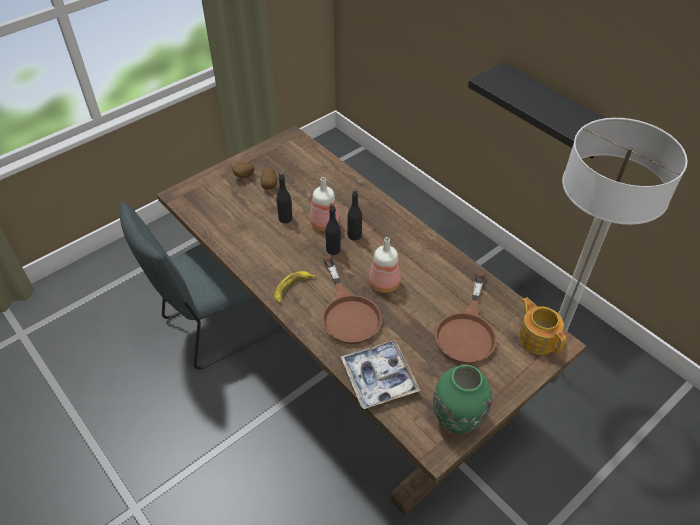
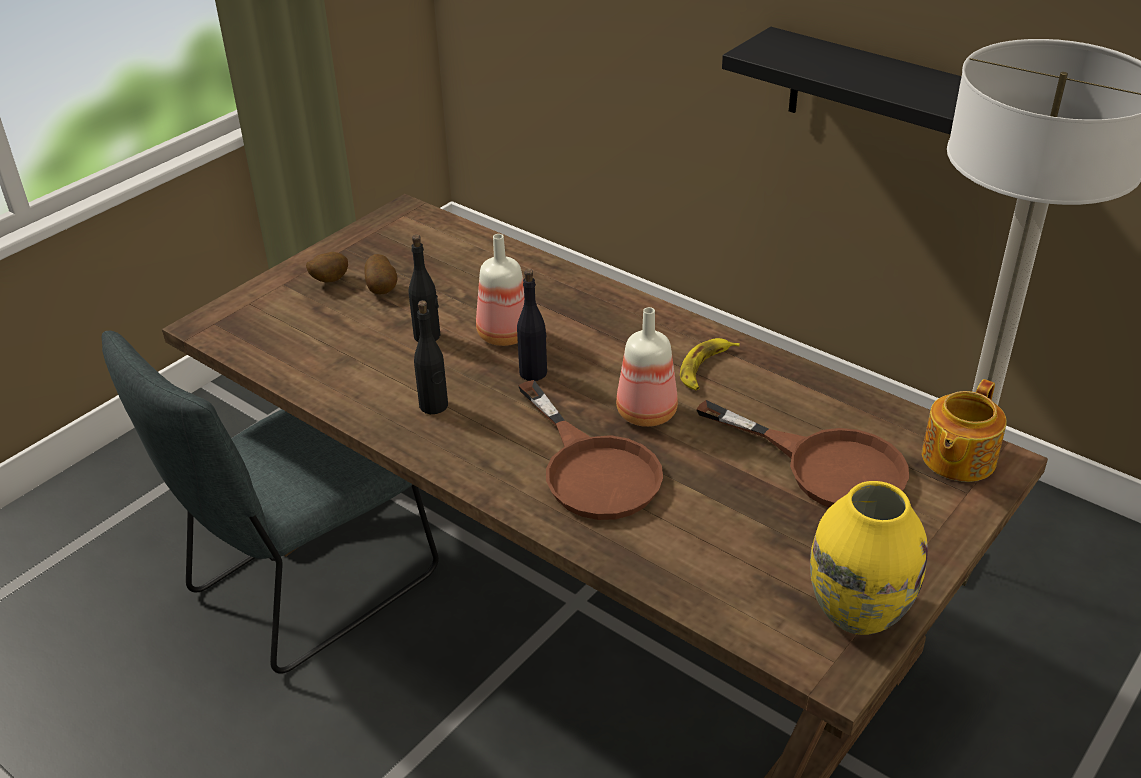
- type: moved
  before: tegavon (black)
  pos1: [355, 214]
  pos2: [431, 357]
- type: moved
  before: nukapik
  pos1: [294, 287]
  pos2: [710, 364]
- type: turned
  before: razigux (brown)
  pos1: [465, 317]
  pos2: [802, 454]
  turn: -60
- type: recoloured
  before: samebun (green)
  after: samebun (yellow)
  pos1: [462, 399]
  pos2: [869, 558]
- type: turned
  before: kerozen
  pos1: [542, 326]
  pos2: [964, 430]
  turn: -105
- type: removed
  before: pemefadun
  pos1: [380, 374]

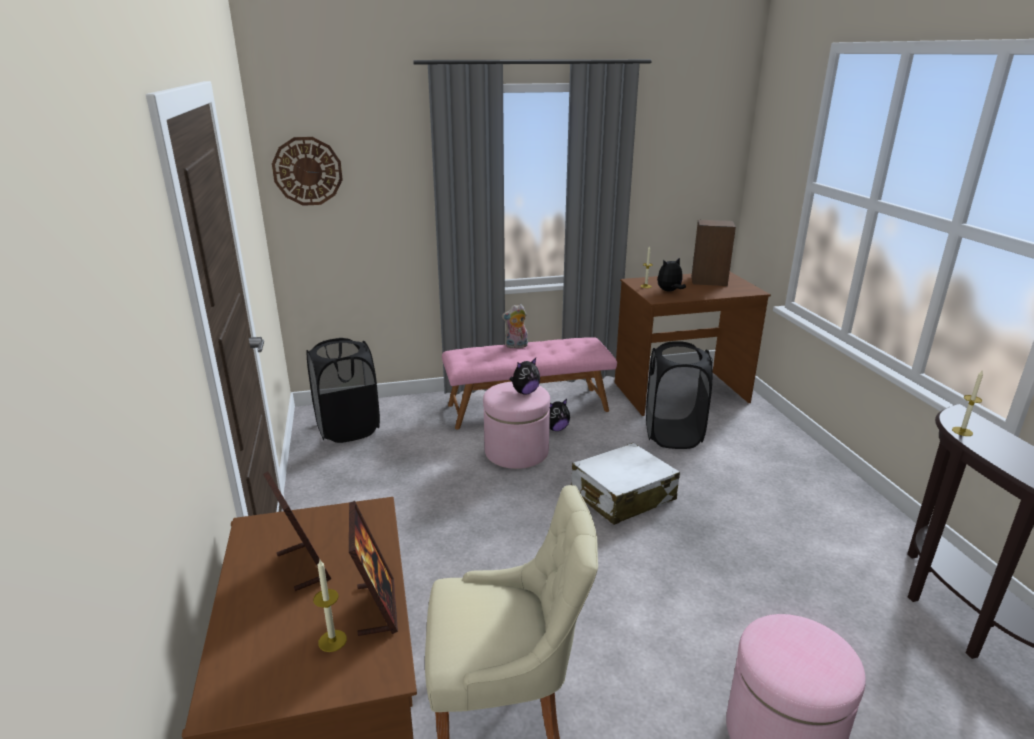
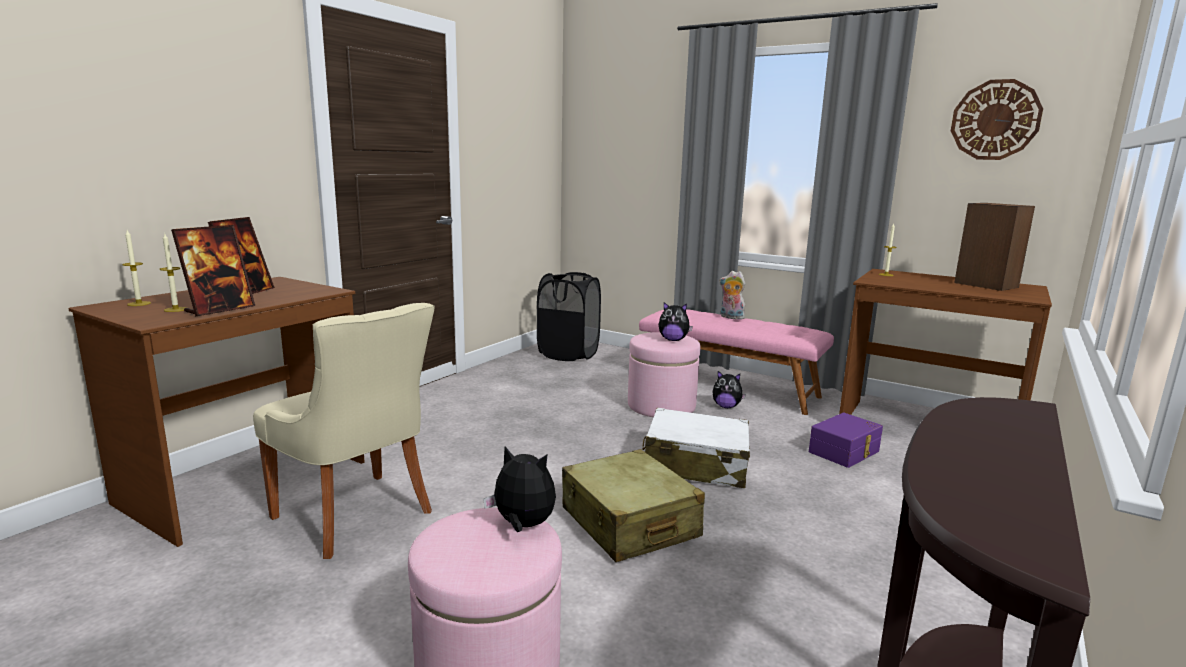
- type: moved
  before: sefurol
  pos1: [967, 403]
  pos2: [136, 268]
- type: moved
  before: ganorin
  pos1: [671, 274]
  pos2: [519, 489]
- type: added
  after: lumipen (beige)
  pos2: [633, 505]
- type: replaced
  before: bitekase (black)
  after: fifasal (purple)
  pos1: [679, 395]
  pos2: [846, 440]
- type: moved
  before: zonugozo
  pos1: [307, 171]
  pos2: [997, 119]

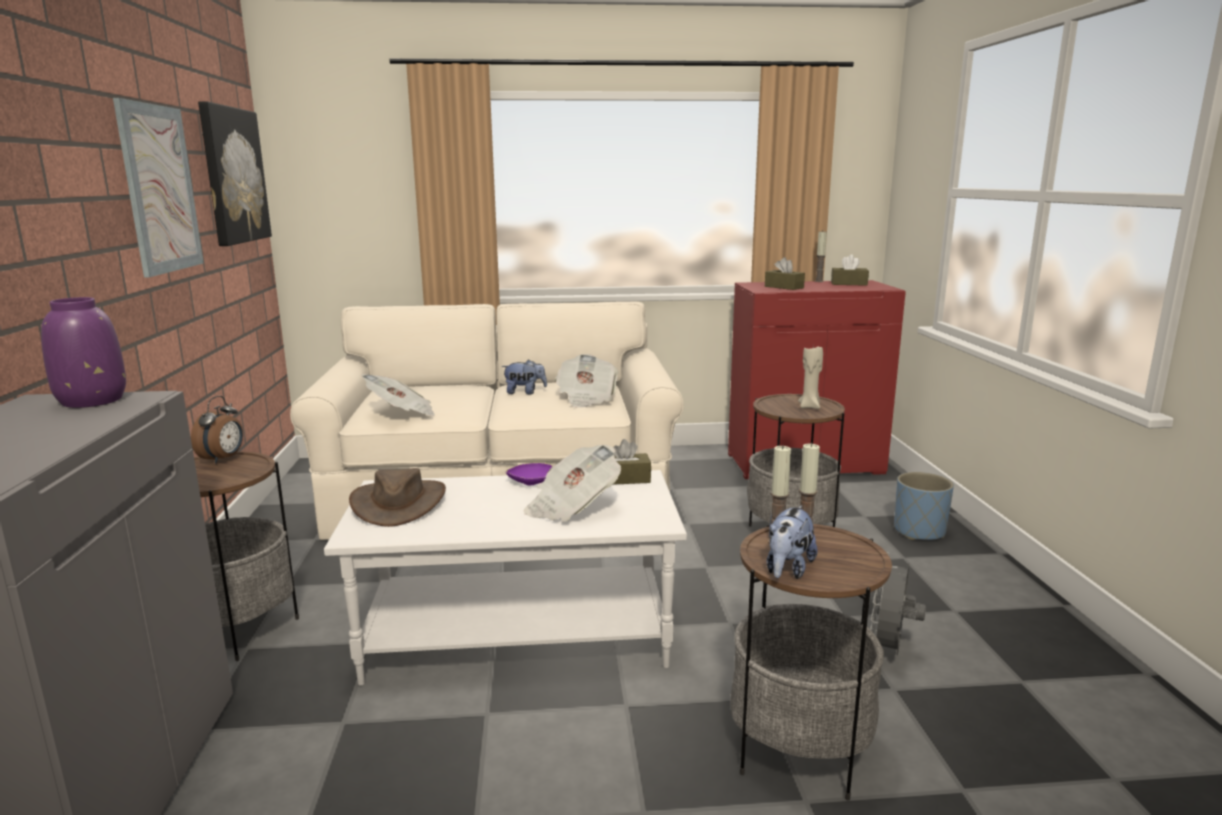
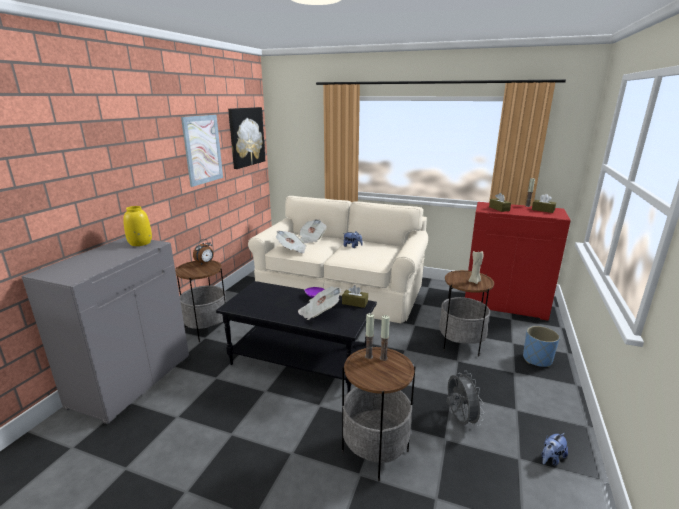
- type: recoloured
  before: samebun (purple)
  after: samebun (yellow)
  pos1: [83, 352]
  pos2: [137, 226]
- type: recoloured
  before: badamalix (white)
  after: badamalix (black)
  pos1: [505, 578]
  pos2: [296, 337]
- type: moved
  before: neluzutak
  pos1: [586, 380]
  pos2: [313, 231]
- type: turned
  before: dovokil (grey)
  pos1: [898, 603]
  pos2: [465, 398]
  turn: 120
- type: moved
  before: ganorin
  pos1: [792, 542]
  pos2: [555, 449]
- type: removed
  before: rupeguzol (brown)
  pos1: [397, 497]

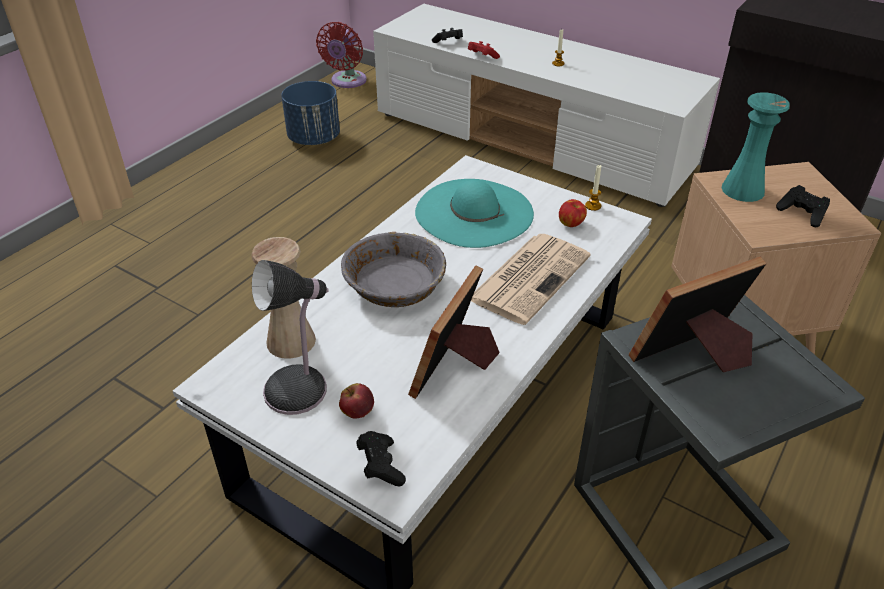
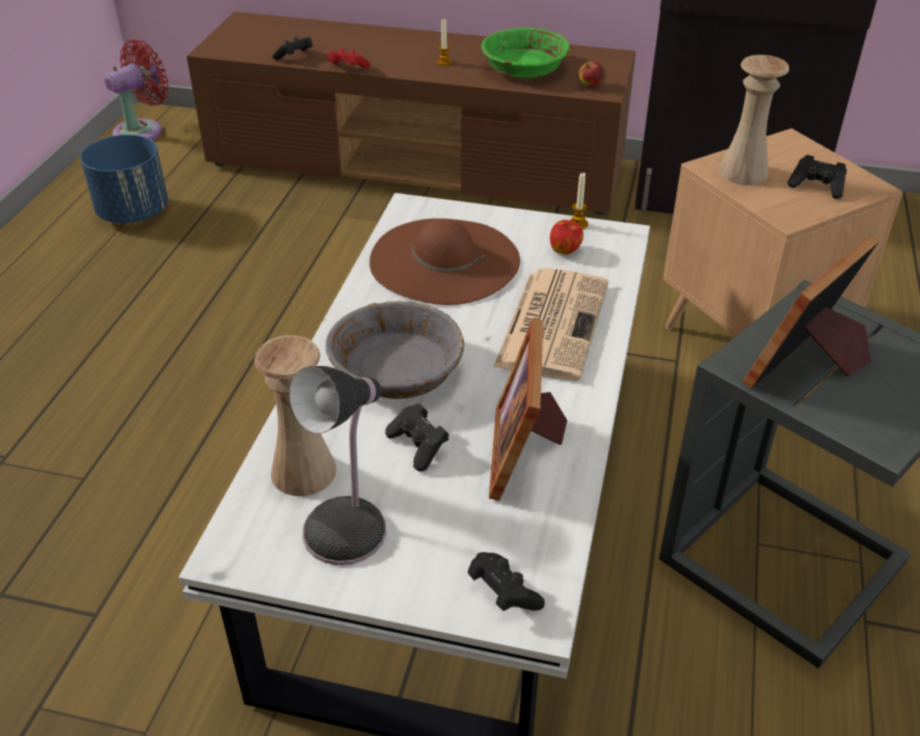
- type: turned
  before: dovokil (red)
  pos1: [341, 55]
  pos2: [136, 89]
  turn: -135
- type: recoloured
  before: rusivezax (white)
  after: rusivezax (brown)
  pos1: [546, 105]
  pos2: [411, 113]
- type: recoloured
  before: rupeguzol (turquoise)
  after: rupeguzol (brown)
  pos1: [474, 213]
  pos2: [444, 261]
- type: added
  after: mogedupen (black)
  pos2: [417, 437]
- type: added
  after: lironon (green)
  pos2: [525, 53]
- type: moved
  before: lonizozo
  pos1: [356, 400]
  pos2: [591, 74]
- type: recoloured
  before: samebun (turquoise)
  after: samebun (beige)
  pos1: [756, 147]
  pos2: [753, 120]

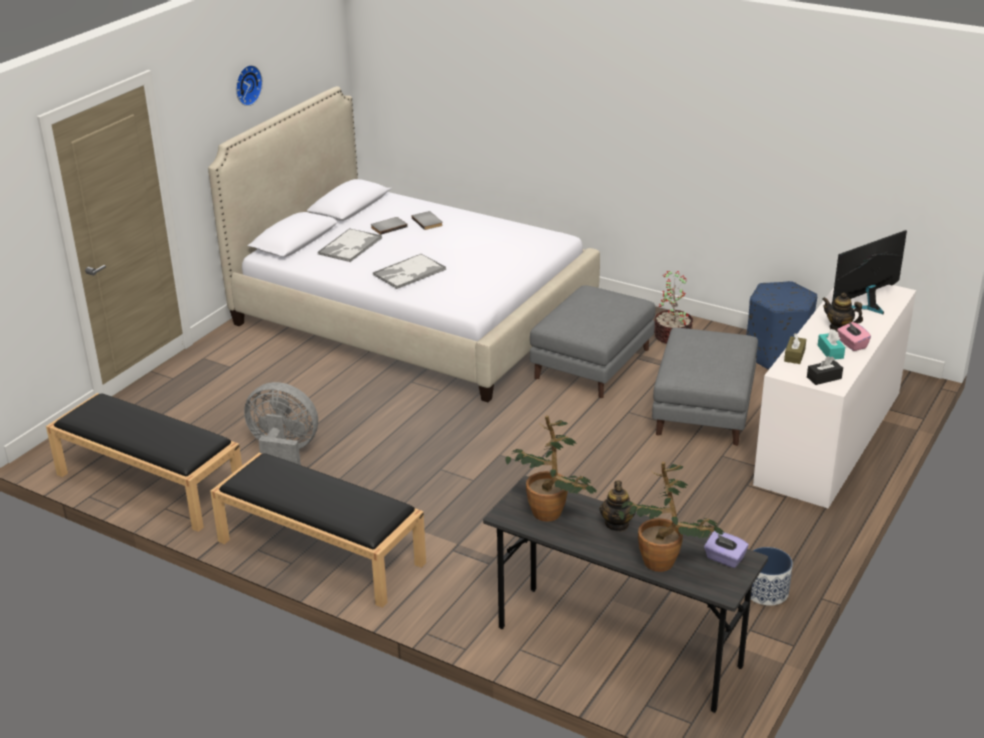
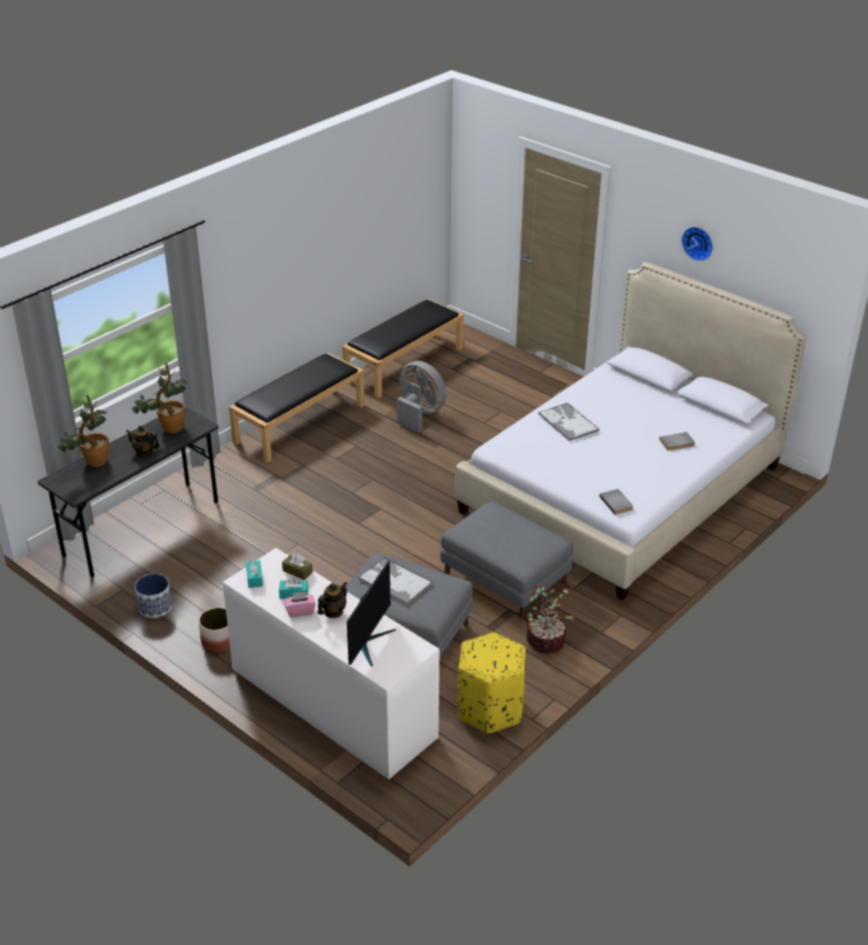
- type: added
  after: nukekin
  pos2: [214, 629]
- type: recoloured
  before: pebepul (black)
  after: pebepul (turquoise)
  pos1: [825, 370]
  pos2: [254, 574]
- type: turned
  before: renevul
  pos1: [869, 272]
  pos2: [371, 613]
  turn: 45
- type: moved
  before: pemefadun
  pos1: [350, 245]
  pos2: [395, 581]
- type: turned
  before: dovokil (grey)
  pos1: [281, 423]
  pos2: [422, 397]
  turn: -75
- type: recoloured
  before: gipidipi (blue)
  after: gipidipi (yellow)
  pos1: [781, 325]
  pos2: [492, 683]
- type: moved
  before: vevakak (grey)
  pos1: [389, 226]
  pos2: [616, 502]
- type: removed
  before: pebepul (purple)
  pos1: [726, 549]

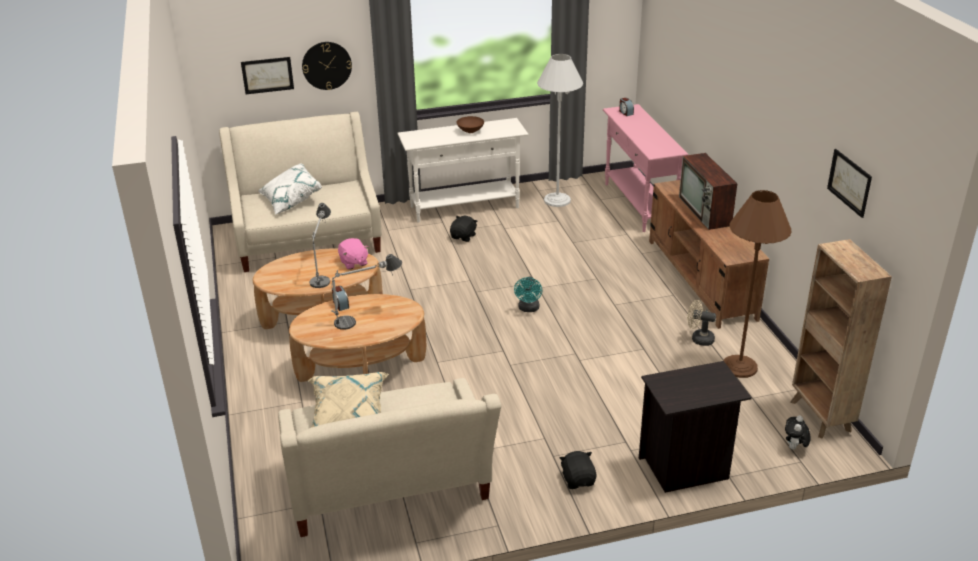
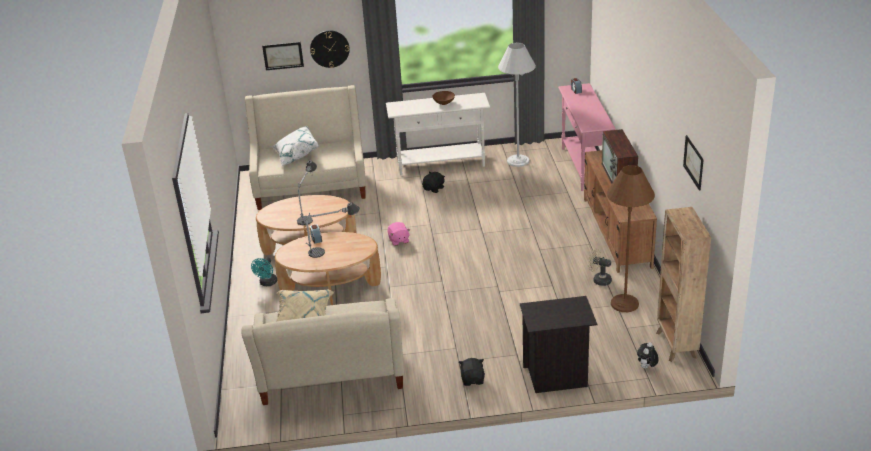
- type: moved
  before: dovokil (turquoise)
  pos1: [528, 294]
  pos2: [264, 271]
- type: moved
  before: ganorin (pink)
  pos1: [353, 254]
  pos2: [398, 234]

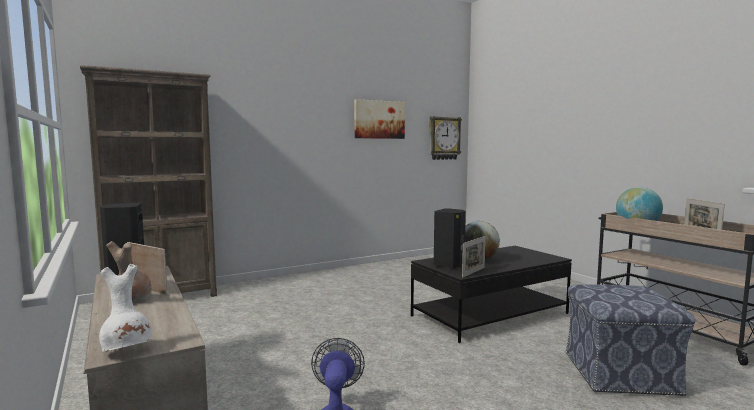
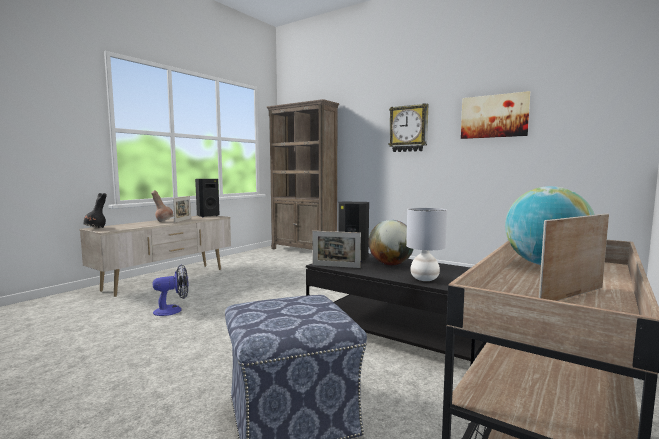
- type: recoloured
  before: samebun (white)
  after: samebun (black)
  pos1: [125, 308]
  pos2: [95, 210]
- type: moved
  before: zonugozo
  pos1: [445, 138]
  pos2: [408, 127]
- type: added
  after: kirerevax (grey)
  pos2: [426, 244]

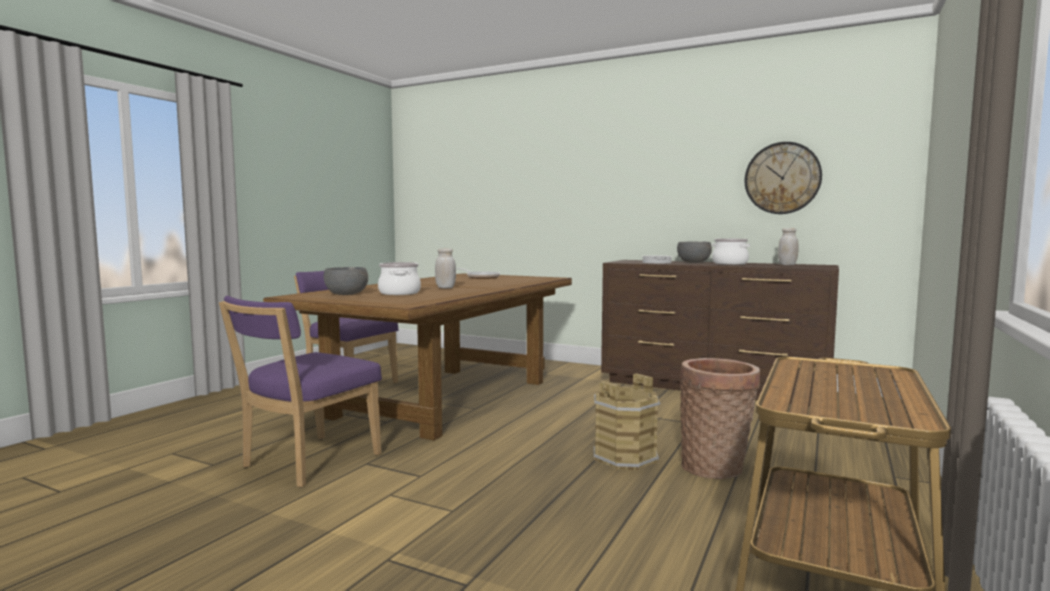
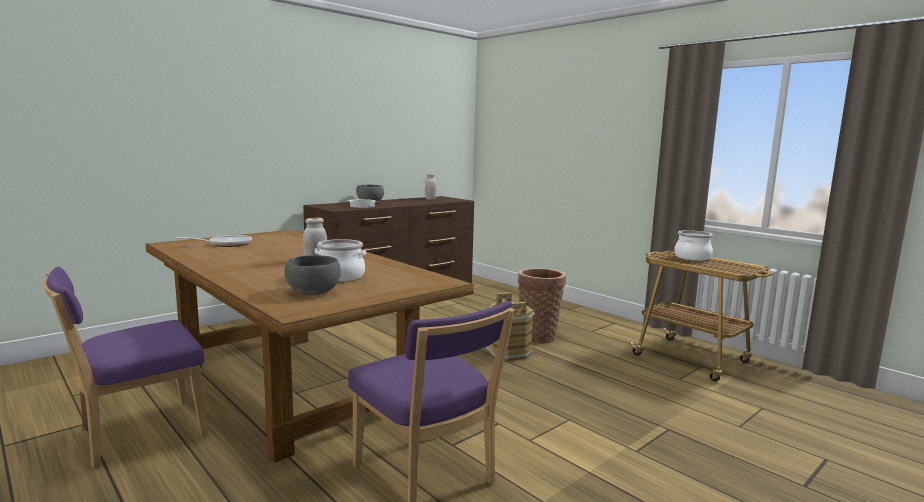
- type: moved
  before: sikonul
  pos1: [731, 252]
  pos2: [693, 245]
- type: removed
  before: zonugozo
  pos1: [783, 178]

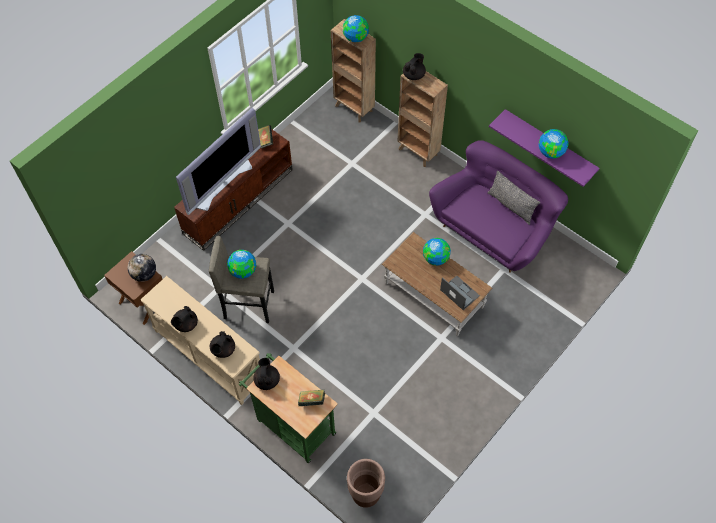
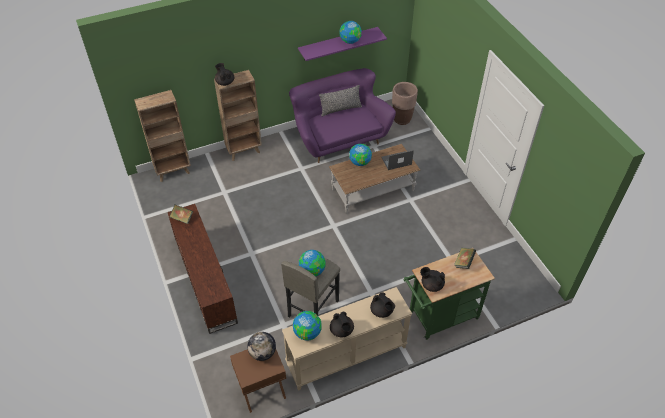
- type: moved
  before: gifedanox
  pos1: [356, 28]
  pos2: [307, 326]
- type: moved
  before: nukekin (brown)
  pos1: [366, 483]
  pos2: [405, 103]
- type: removed
  before: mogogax
  pos1: [218, 161]

